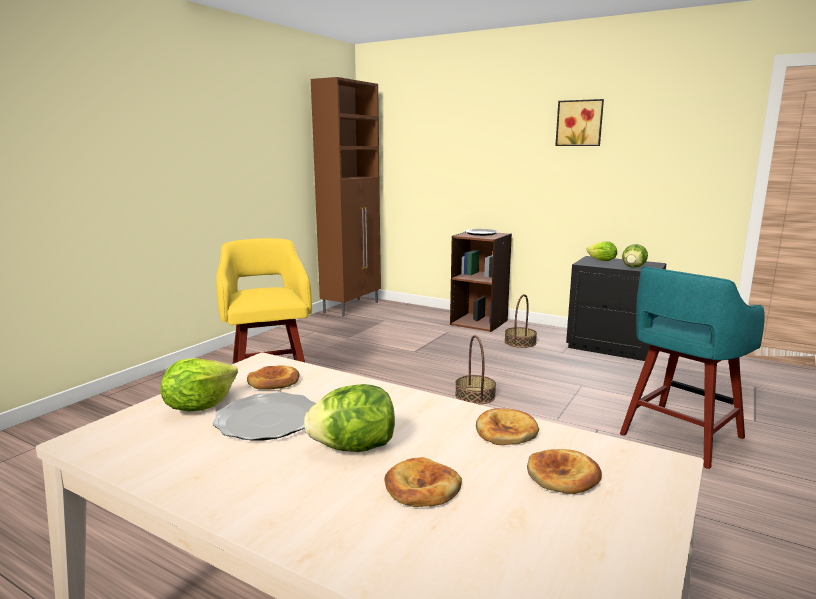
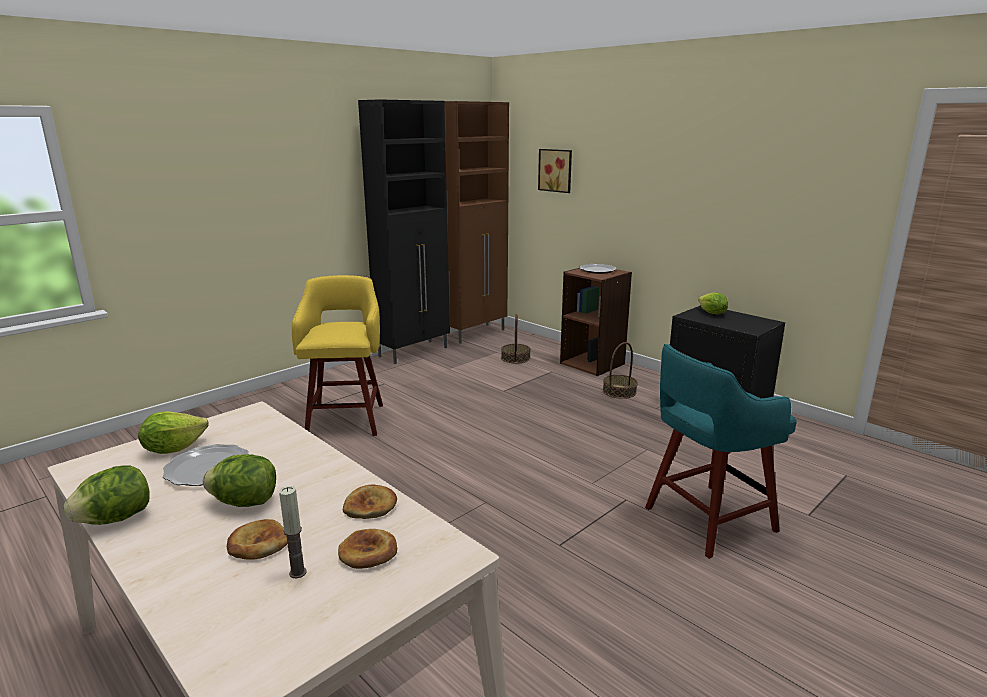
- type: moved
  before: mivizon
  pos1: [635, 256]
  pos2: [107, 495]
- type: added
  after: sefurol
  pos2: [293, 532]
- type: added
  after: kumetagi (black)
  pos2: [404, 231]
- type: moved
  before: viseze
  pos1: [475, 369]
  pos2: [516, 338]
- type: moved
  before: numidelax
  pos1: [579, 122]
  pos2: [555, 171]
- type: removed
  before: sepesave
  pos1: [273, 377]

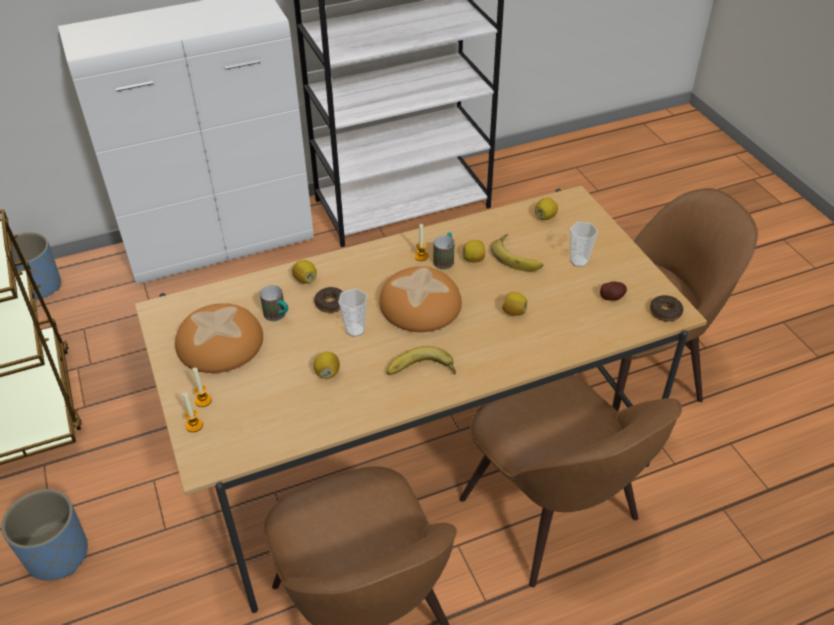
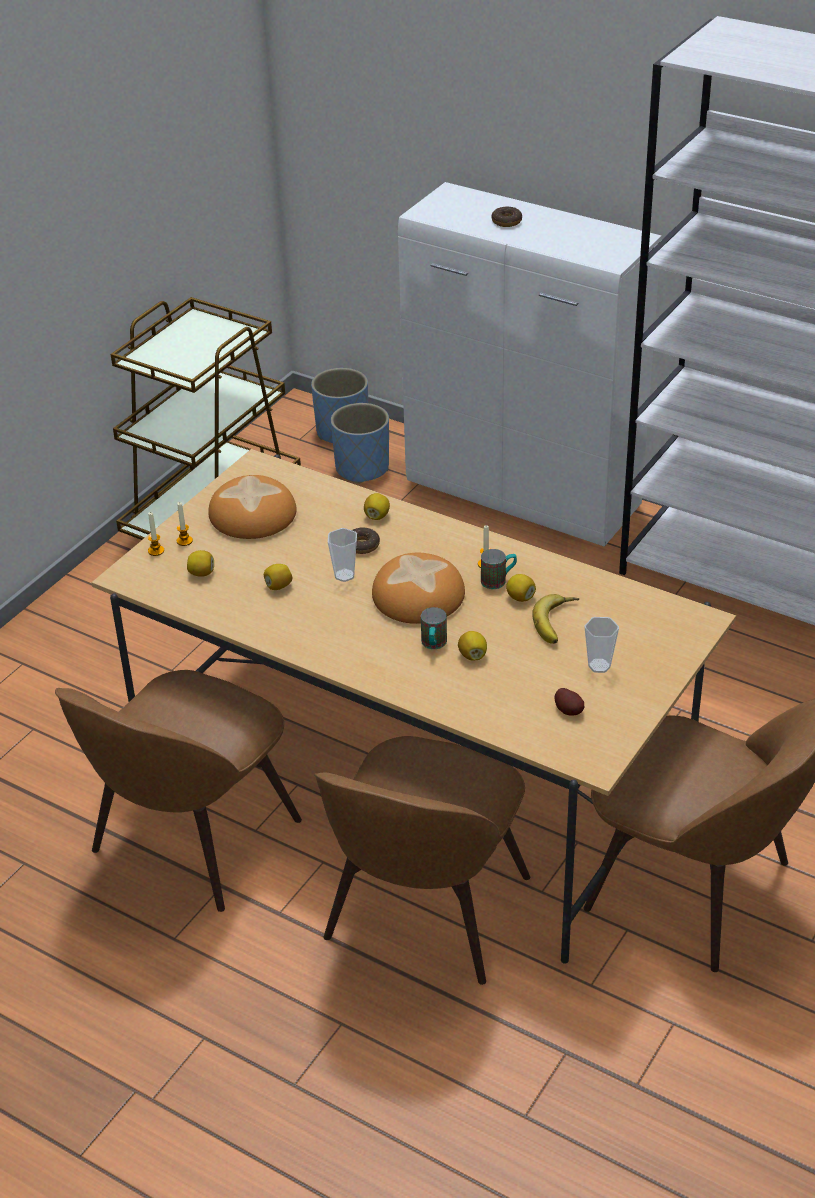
- type: moved
  before: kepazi
  pos1: [546, 209]
  pos2: [200, 563]
- type: moved
  before: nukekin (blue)
  pos1: [44, 535]
  pos2: [360, 443]
- type: moved
  before: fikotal
  pos1: [274, 303]
  pos2: [434, 628]
- type: moved
  before: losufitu
  pos1: [666, 308]
  pos2: [506, 216]
- type: removed
  before: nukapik
  pos1: [421, 360]

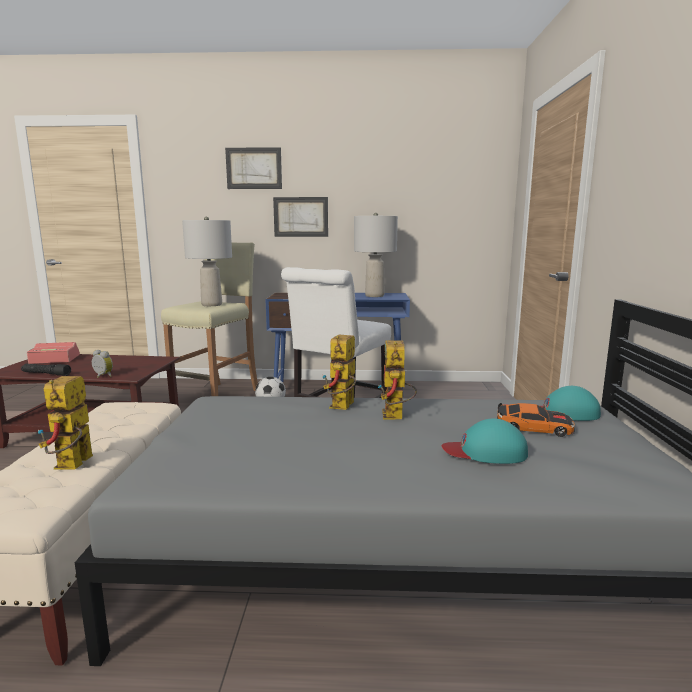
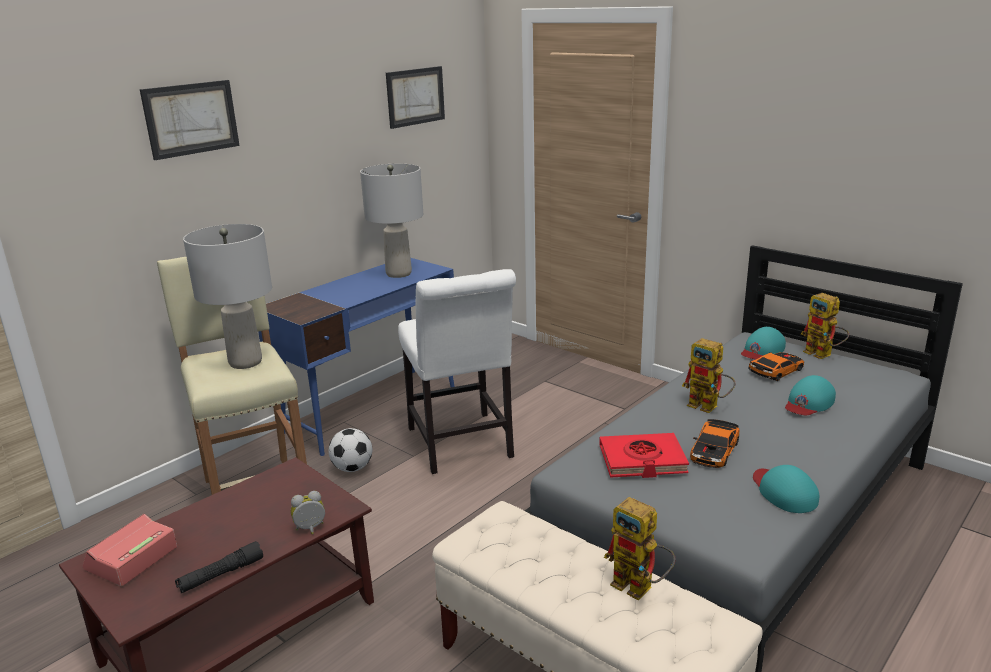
- type: moved
  before: numidelax
  pos1: [300, 217]
  pos2: [415, 97]
- type: added
  after: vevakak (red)
  pos2: [644, 455]
- type: added
  after: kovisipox
  pos2: [715, 443]
- type: added
  after: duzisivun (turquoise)
  pos2: [786, 489]
- type: moved
  before: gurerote
  pos1: [339, 372]
  pos2: [825, 326]

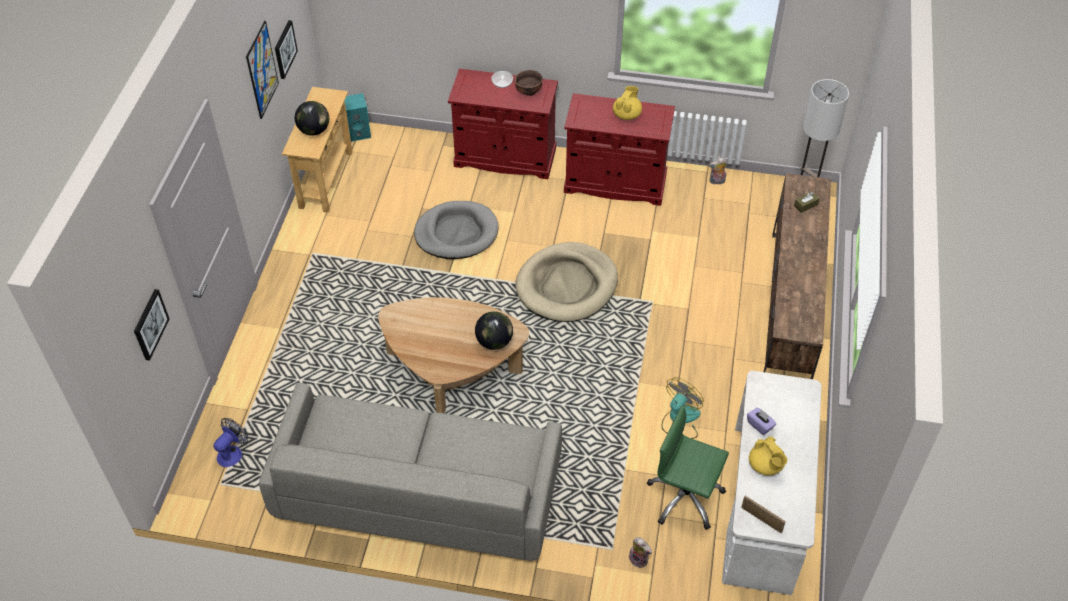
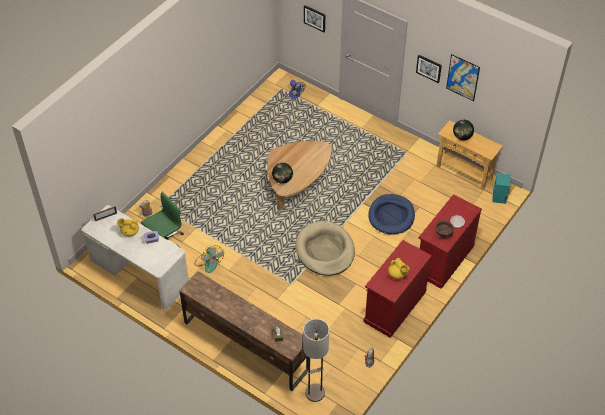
- type: recoloured
  before: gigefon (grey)
  after: gigefon (blue)
  pos1: [456, 230]
  pos2: [391, 214]
- type: moved
  before: numidelax
  pos1: [286, 49]
  pos2: [429, 69]
- type: removed
  before: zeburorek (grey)
  pos1: [410, 472]

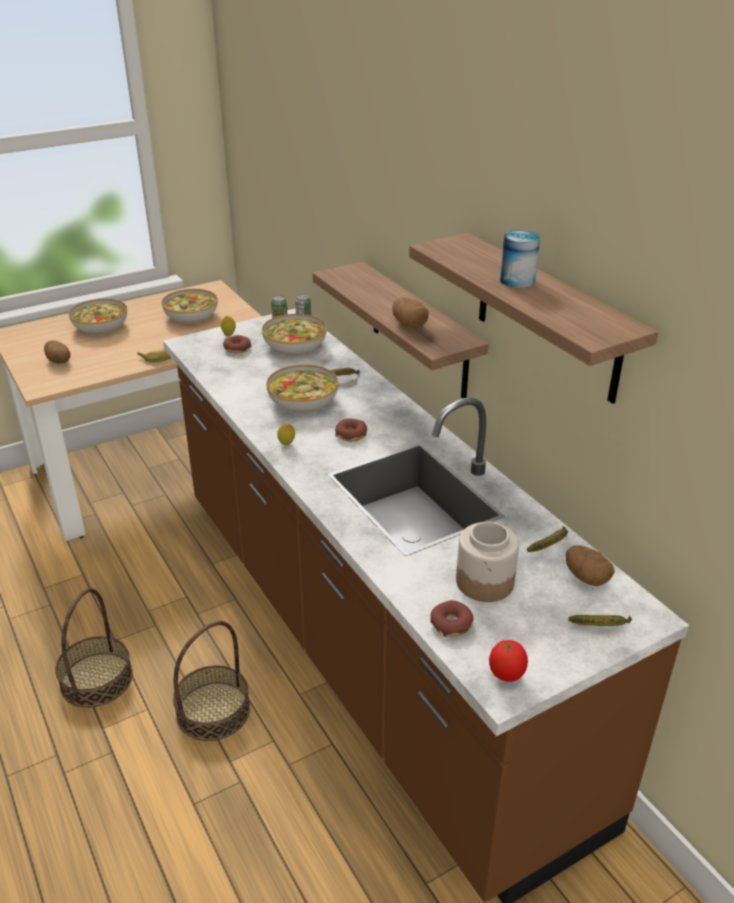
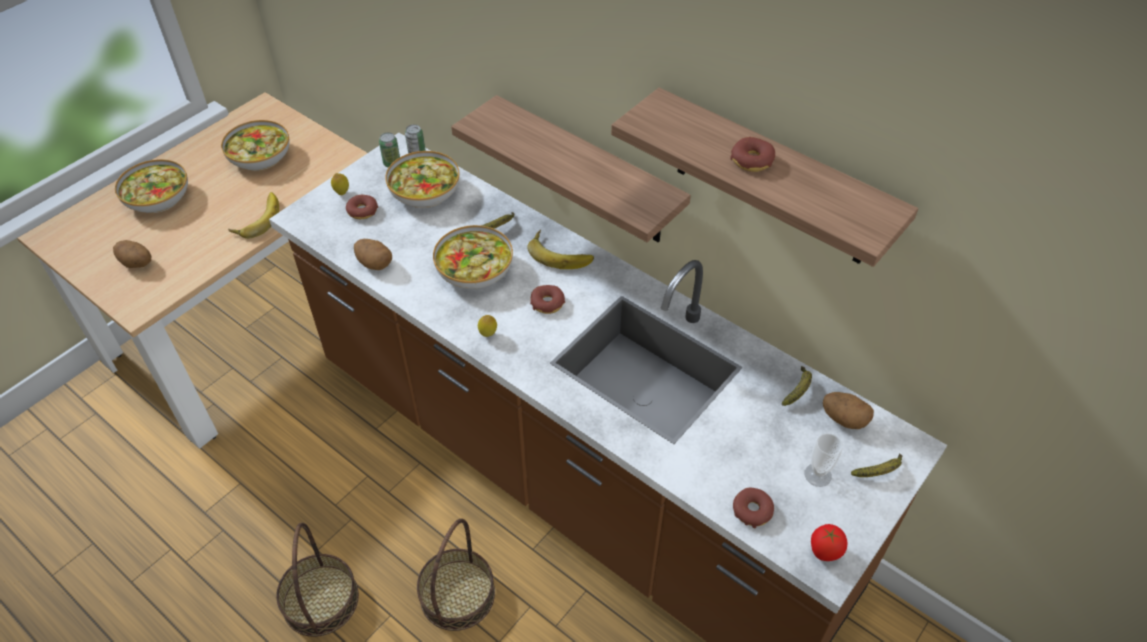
- type: moved
  before: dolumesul
  pos1: [411, 313]
  pos2: [373, 254]
- type: added
  after: nukapik
  pos2: [560, 249]
- type: replaced
  before: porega
  after: losufitu
  pos1: [520, 259]
  pos2: [752, 154]
- type: added
  after: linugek
  pos2: [824, 460]
- type: removed
  before: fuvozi
  pos1: [487, 562]

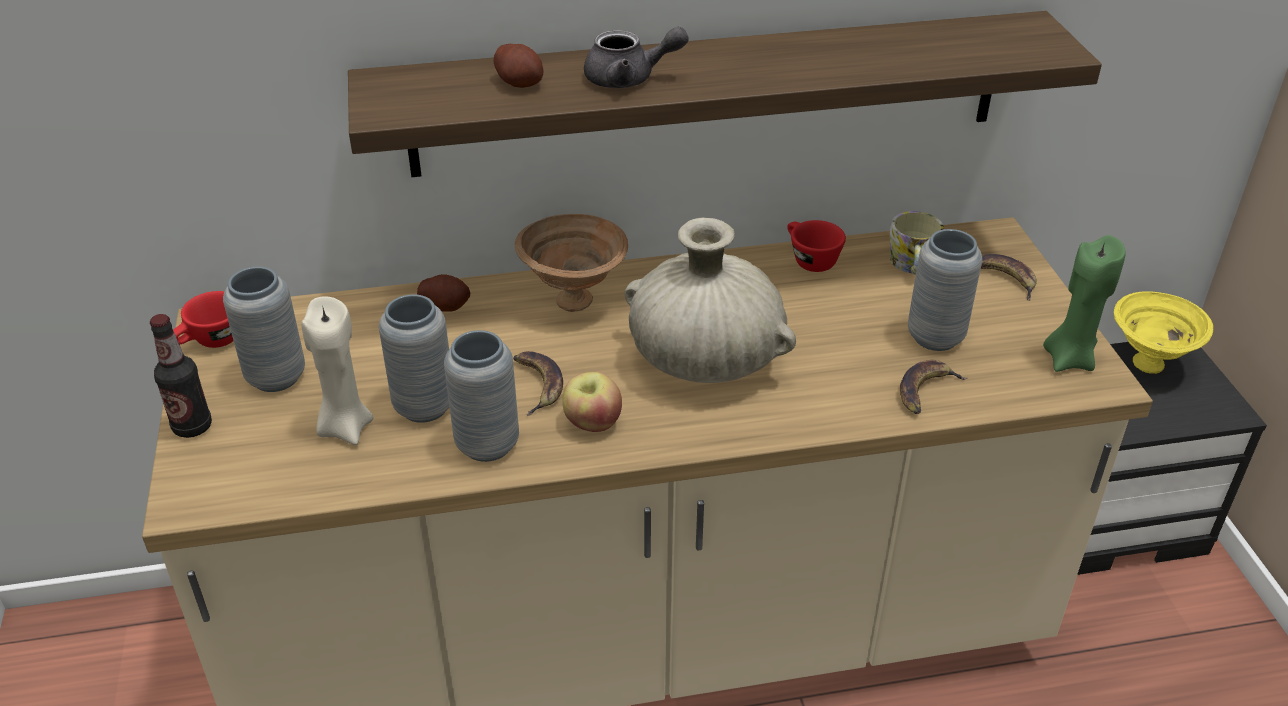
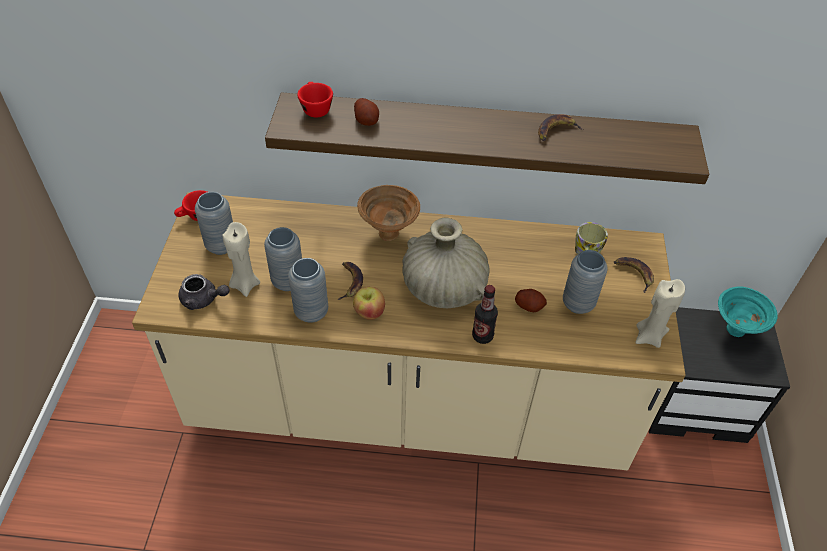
- type: moved
  before: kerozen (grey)
  pos1: [636, 57]
  pos2: [204, 292]
- type: moved
  before: linugek (red)
  pos1: [816, 246]
  pos2: [315, 100]
- type: moved
  before: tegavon
  pos1: [181, 376]
  pos2: [485, 314]
- type: moved
  before: dolumesul
  pos1: [443, 293]
  pos2: [531, 300]
- type: moved
  before: nukapik
  pos1: [934, 387]
  pos2: [561, 127]
- type: recoloured
  before: sefurol (green)
  after: sefurol (beige)
  pos1: [1084, 303]
  pos2: [660, 313]
- type: recoloured
  before: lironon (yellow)
  after: lironon (turquoise)
  pos1: [1163, 332]
  pos2: [748, 311]

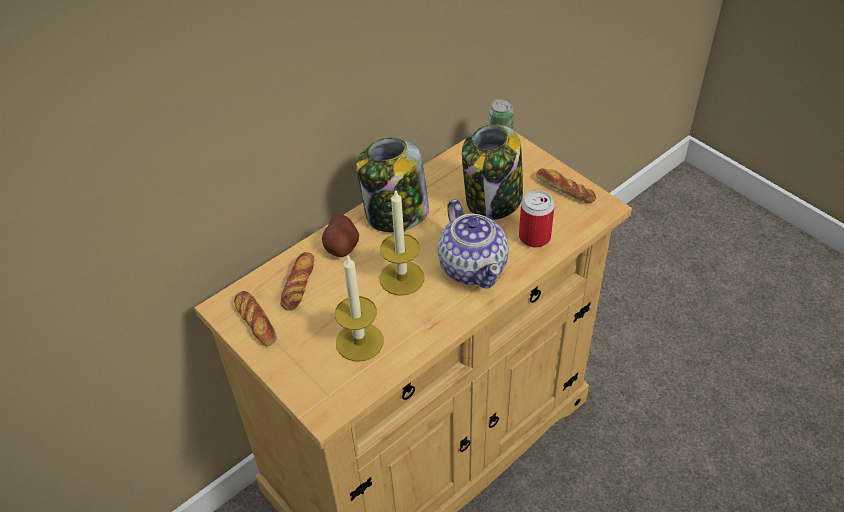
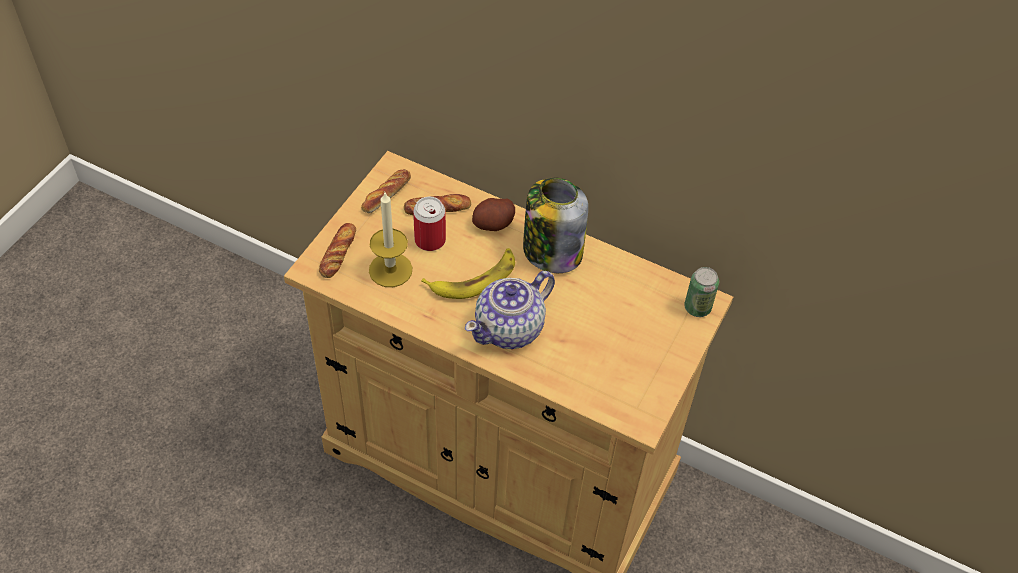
- type: moved
  before: sepesave
  pos1: [566, 185]
  pos2: [337, 250]
- type: moved
  before: porega
  pos1: [537, 219]
  pos2: [429, 224]
- type: replaced
  before: sefurol
  after: nukapik
  pos1: [402, 242]
  pos2: [468, 273]
- type: removed
  before: fuvozi
  pos1: [492, 172]

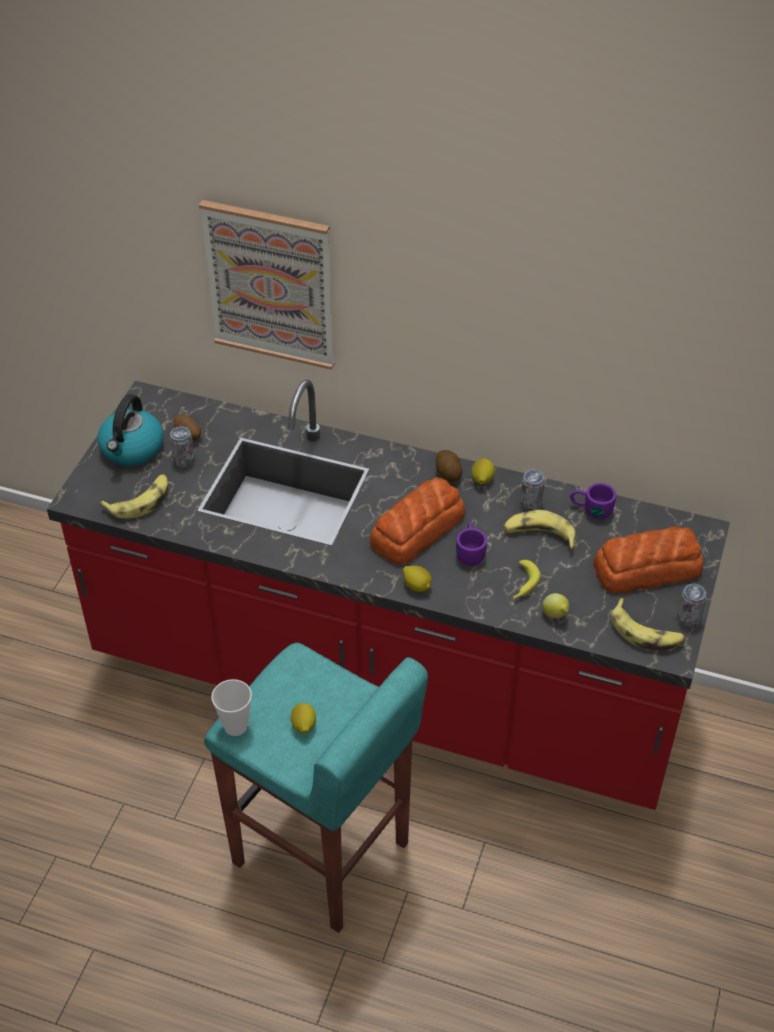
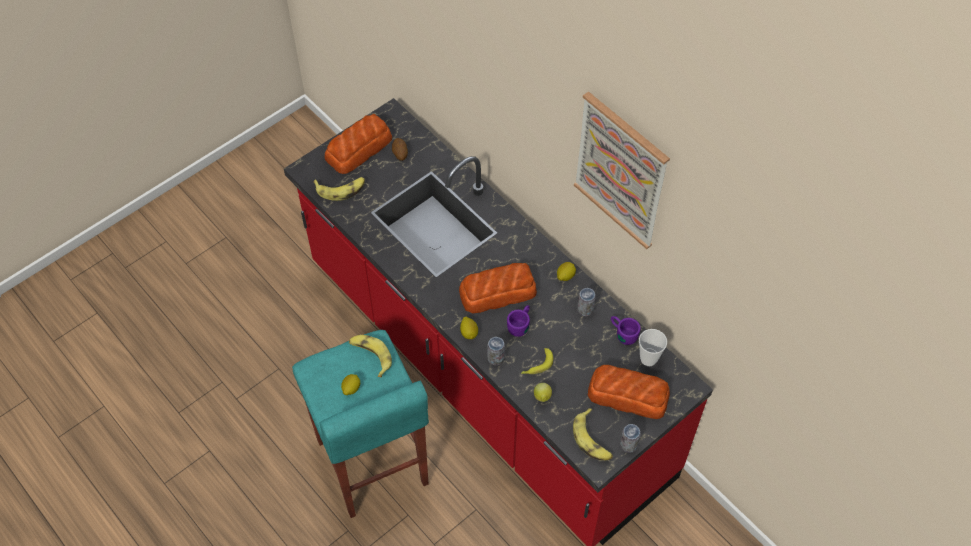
- type: replaced
  before: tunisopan
  after: sepesave
  pos1: [131, 430]
  pos2: [358, 144]
- type: moved
  before: nukapik
  pos1: [539, 529]
  pos2: [370, 356]
- type: moved
  before: porega
  pos1: [182, 447]
  pos2: [496, 351]
- type: moved
  before: numidelax
  pos1: [266, 285]
  pos2: [622, 170]
- type: moved
  before: linugek
  pos1: [231, 707]
  pos2: [653, 347]
- type: removed
  before: dolumesul
  pos1: [449, 466]

